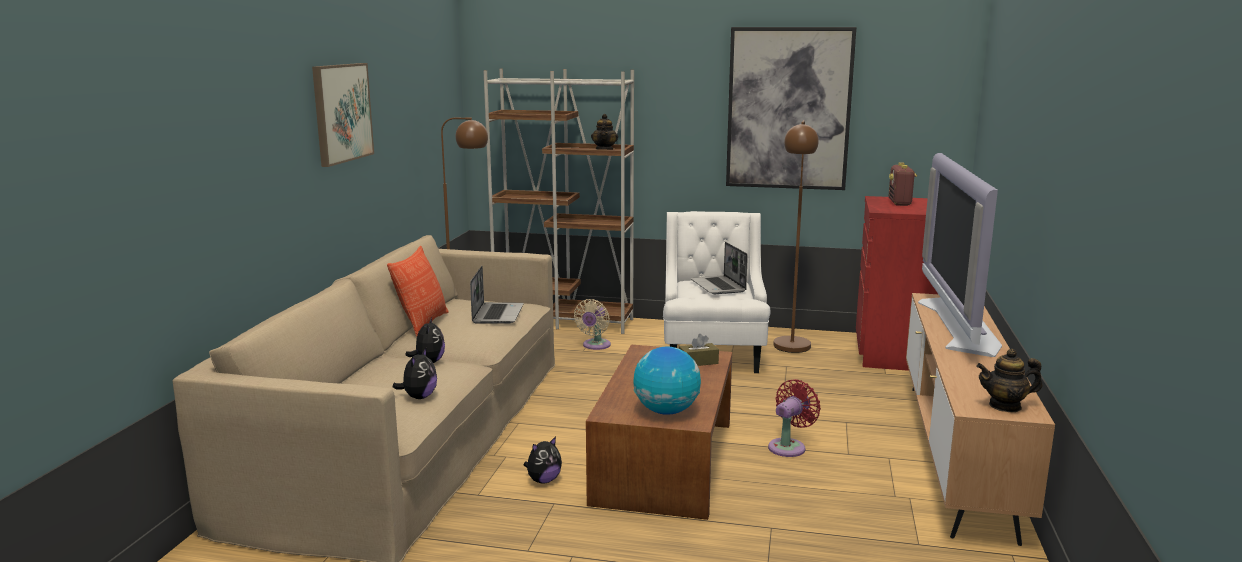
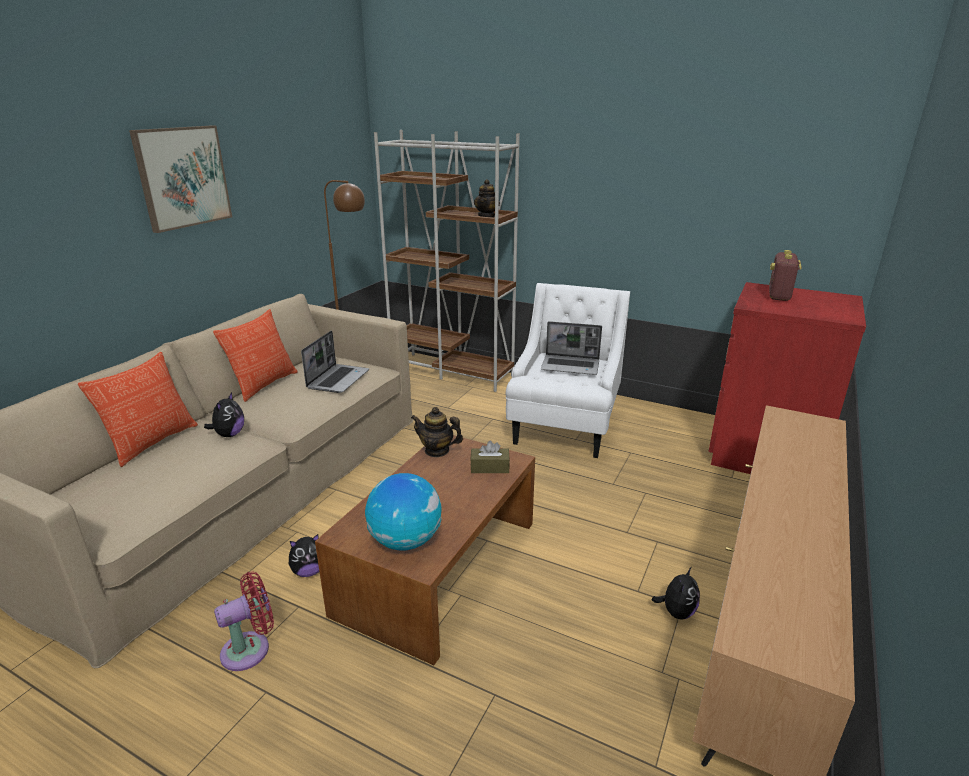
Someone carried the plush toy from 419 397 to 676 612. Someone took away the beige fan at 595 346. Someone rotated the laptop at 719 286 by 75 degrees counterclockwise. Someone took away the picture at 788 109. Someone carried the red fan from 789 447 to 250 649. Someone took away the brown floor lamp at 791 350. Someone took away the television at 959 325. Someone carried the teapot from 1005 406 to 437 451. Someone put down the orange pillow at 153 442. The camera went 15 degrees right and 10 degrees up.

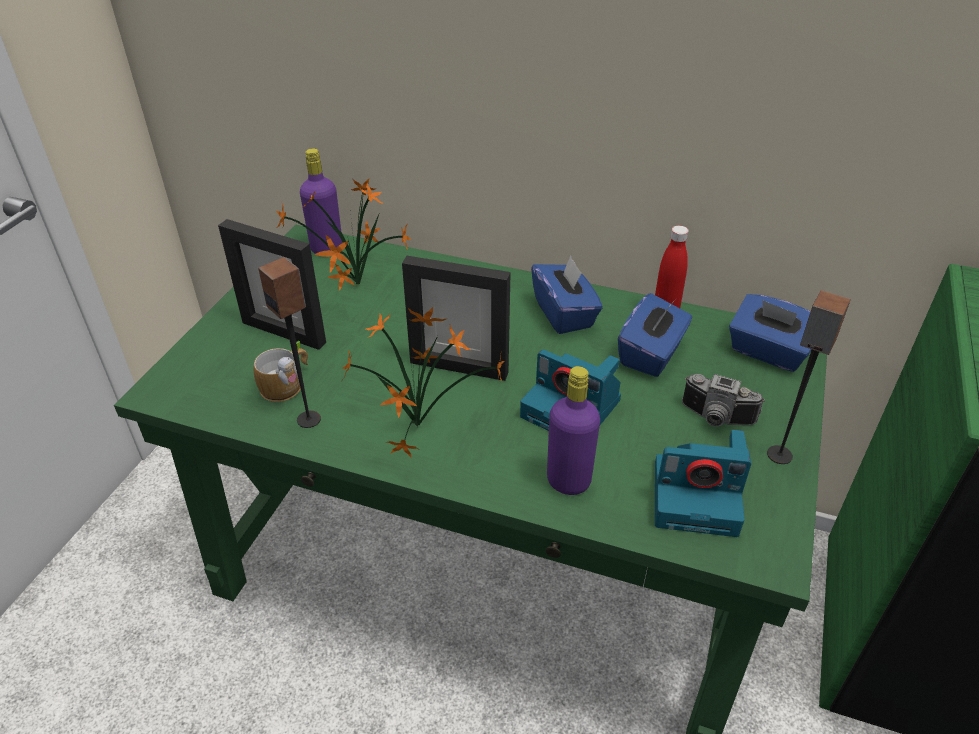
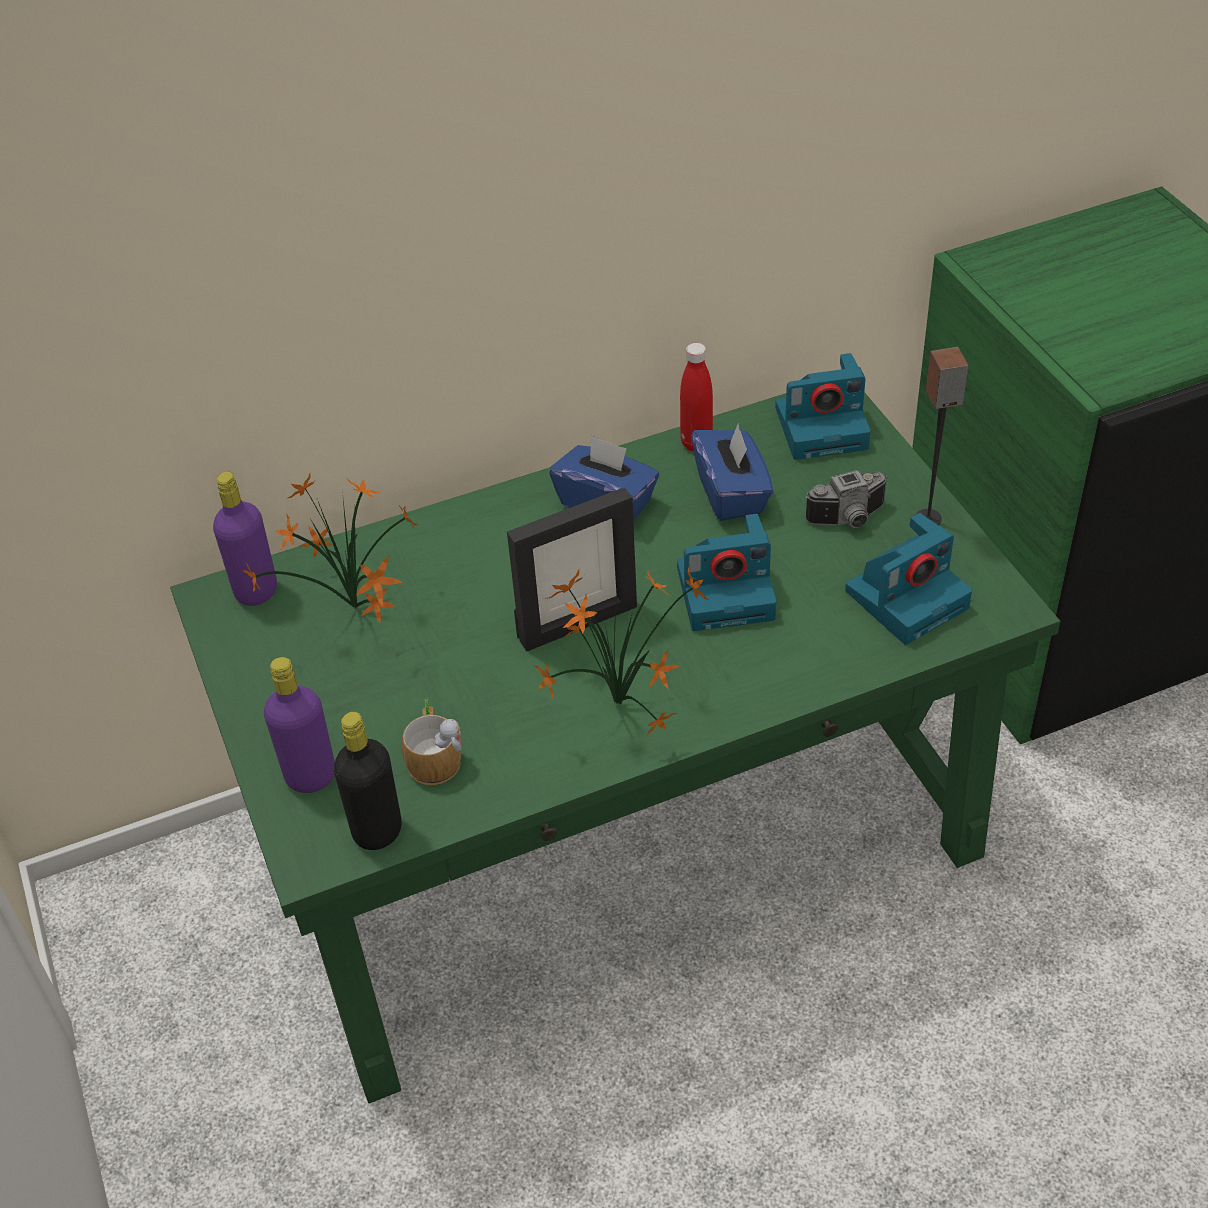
Someone took away the picture frame at 285 331. Someone took away the speaker at 309 419. Someone carried the purple bottle from 568 481 to 311 776. Someone swapped the blue tissue box at 768 352 for the photo camera at 823 427. Someone put down the black bottle at 377 831. The camera went 40 degrees left and 5 degrees up.

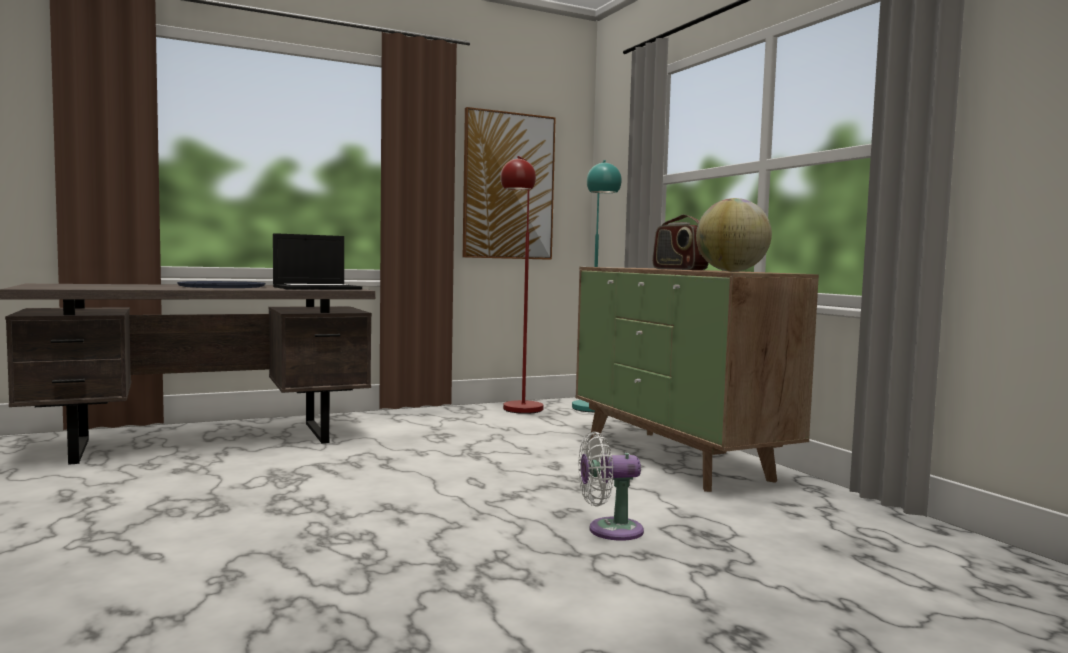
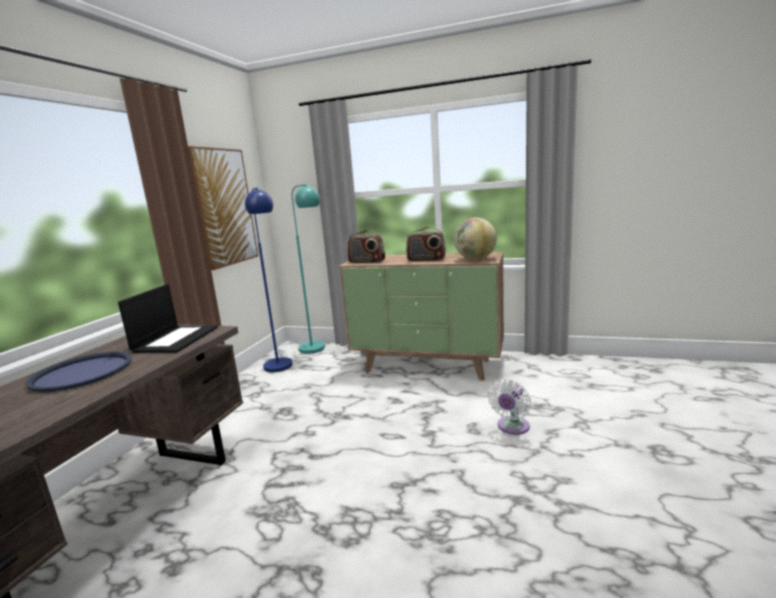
Someone repainted the red floor lamp at 519 412, which became the blue floor lamp at 281 369. Someone put down the radio at 366 262. The camera went 45 degrees left and 10 degrees up.

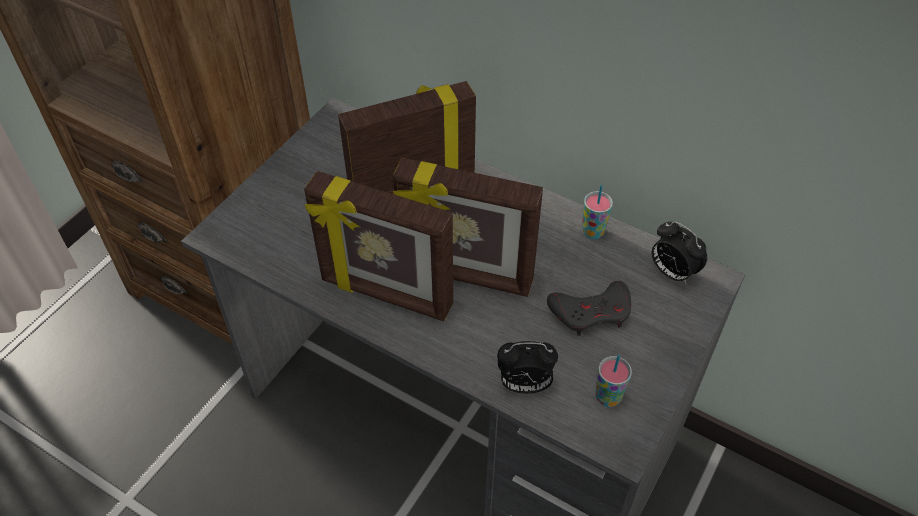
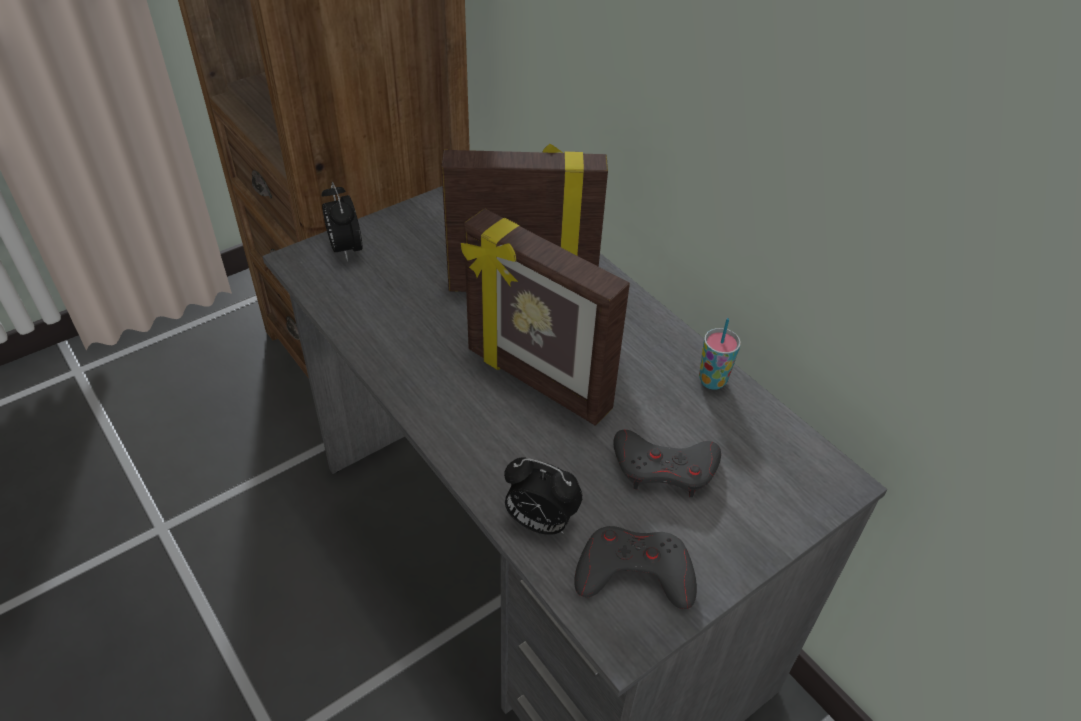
Someone took away the picture frame at 386 294. Someone swapped the cup at 608 397 for the grey game controller at 634 573. Someone carried the alarm clock from 672 272 to 345 249. The camera went 20 degrees right and 5 degrees down.

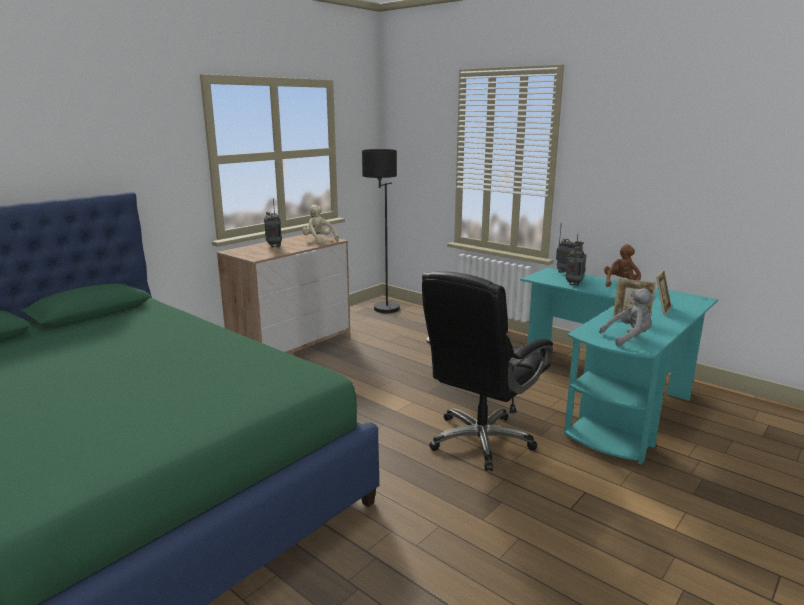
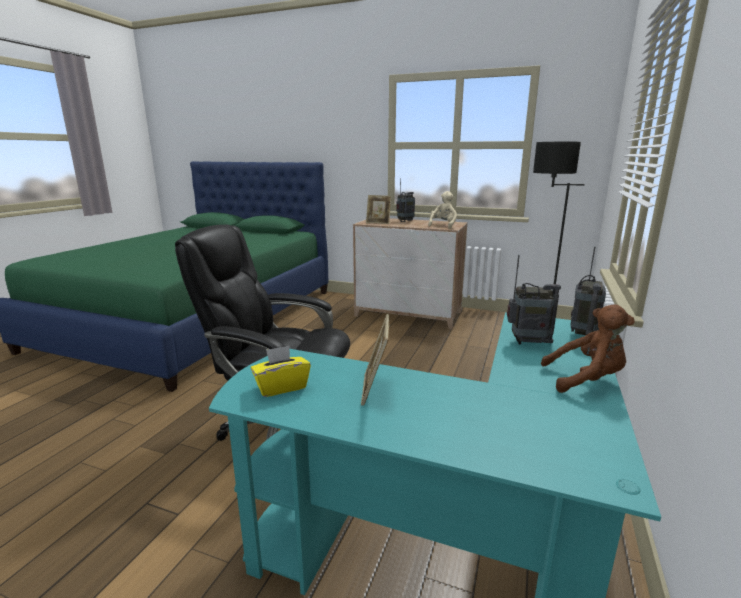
Someone swapped the grey plush toy at 628 338 for the yellow tissue box at 281 387. Someone carried the picture frame from 661 310 to 378 223. The camera went 70 degrees right and 0 degrees up.

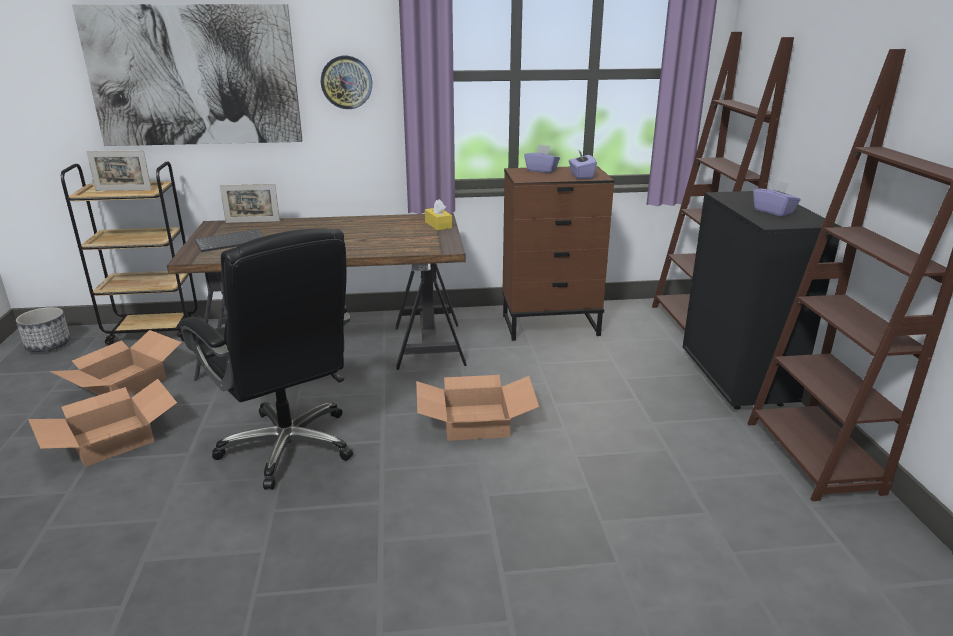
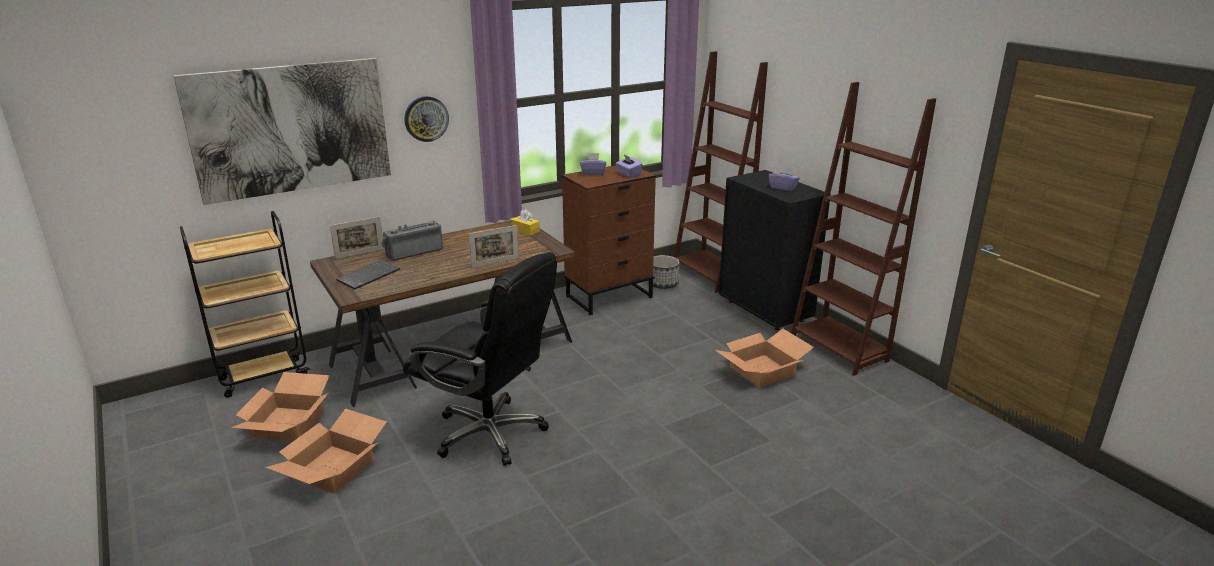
Someone carried the planter from 48 345 to 662 284. Someone carried the picture frame from 123 190 to 495 263. Someone carried the cardboard box from 474 422 to 762 371. Someone put down the radio at 413 252. The camera went 25 degrees left and 0 degrees up.

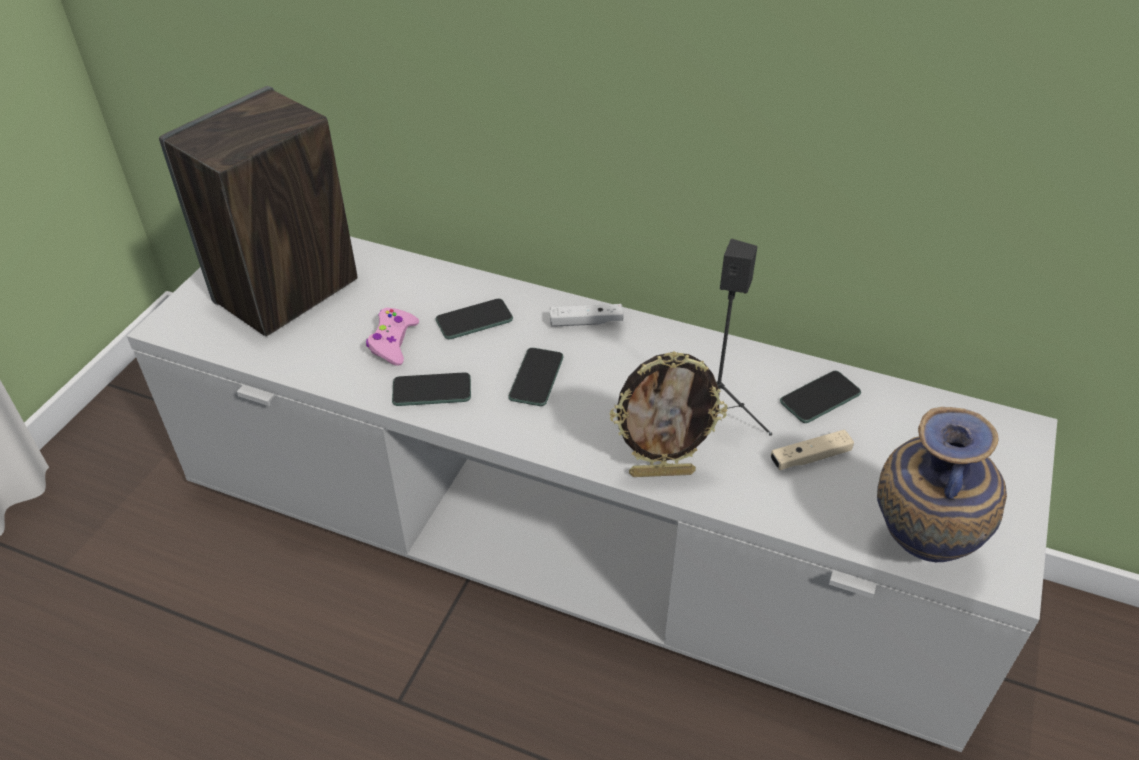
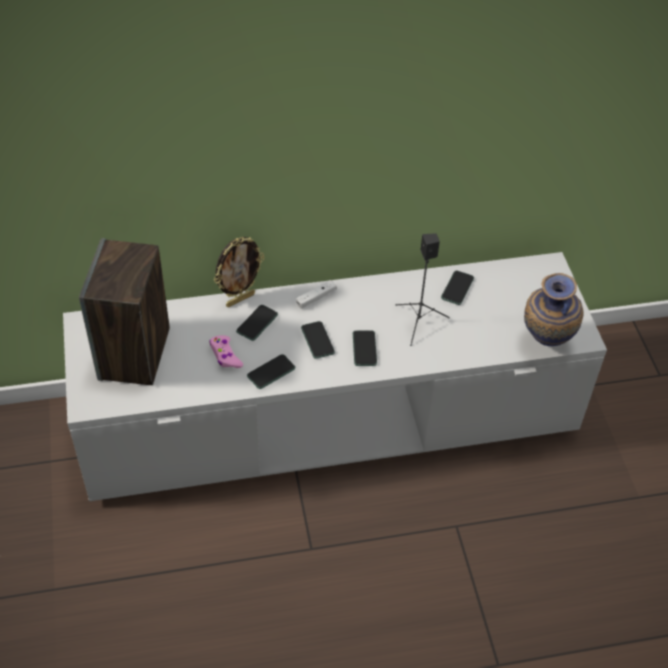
Someone carried the picture frame from 662 472 to 240 299. Someone took away the beige game controller at 810 457. Someone put down the phone at 364 349. The camera went 35 degrees left and 5 degrees up.

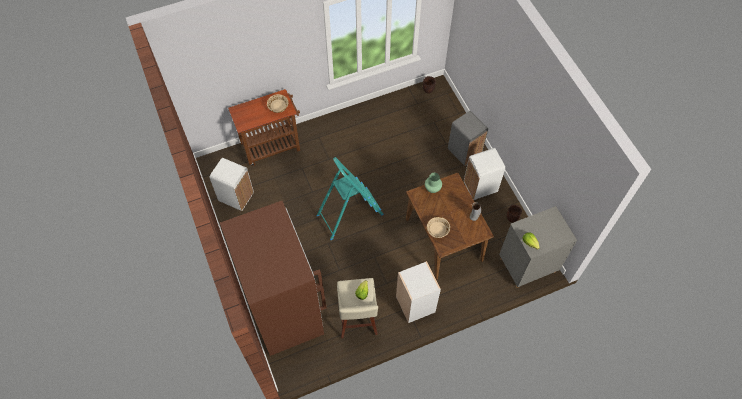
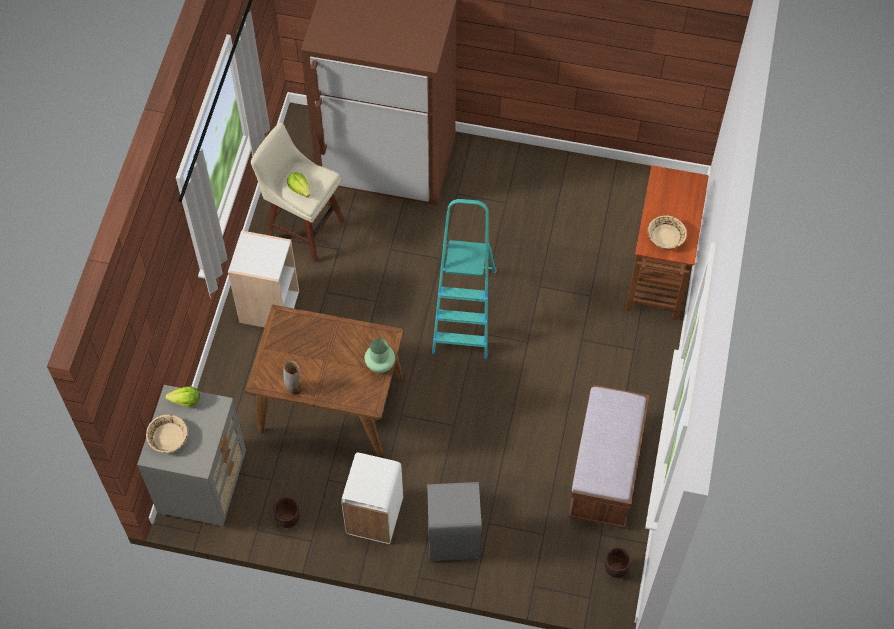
Someone took away the white trash can at 236 196. Someone carried the beige bowl from 437 229 to 168 438. Someone put down the brown bench at 605 472. The camera went 125 degrees right and 0 degrees up.

